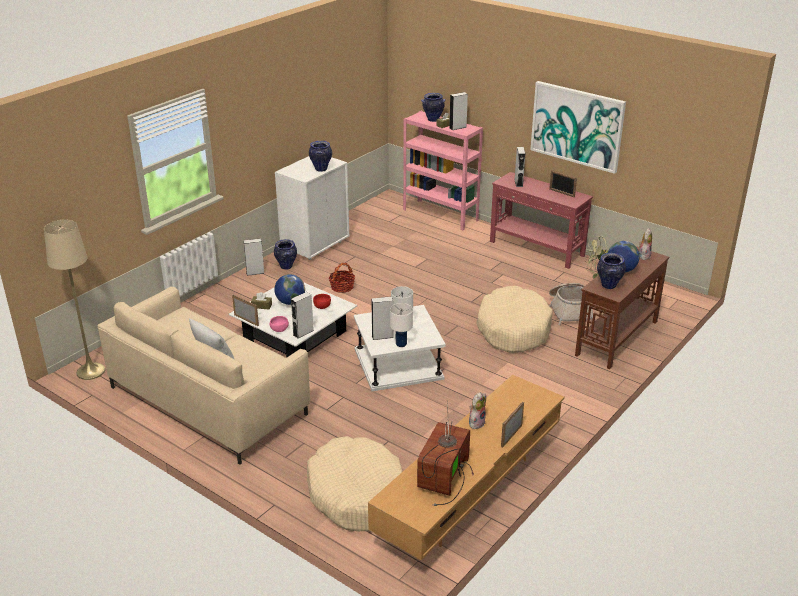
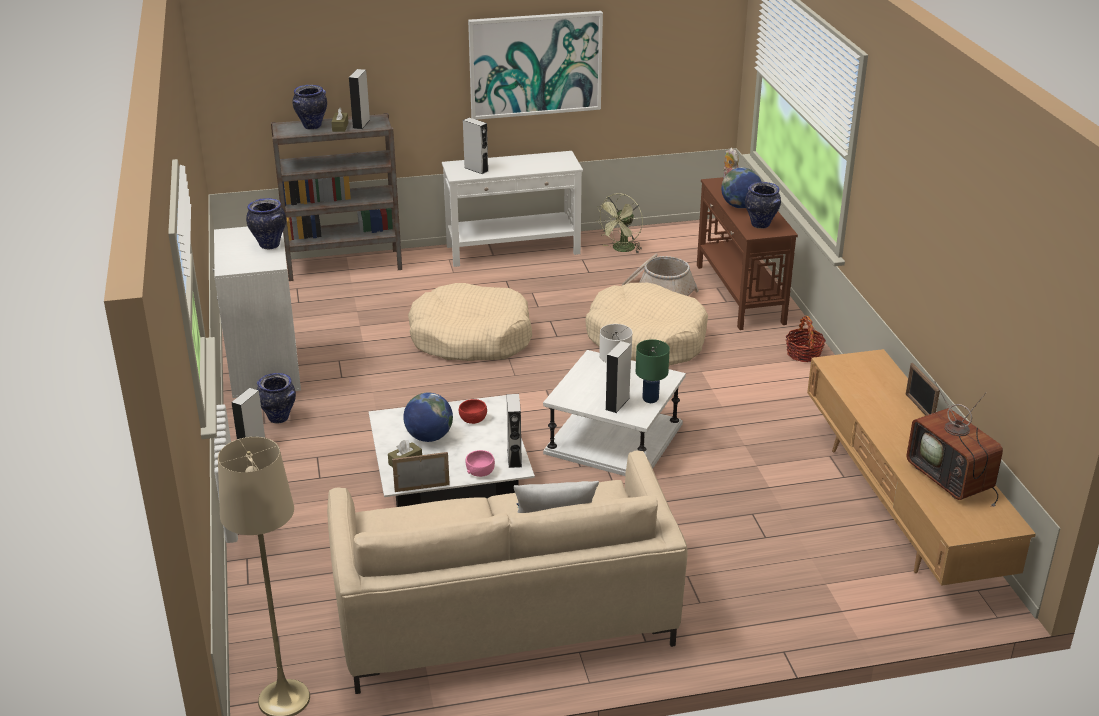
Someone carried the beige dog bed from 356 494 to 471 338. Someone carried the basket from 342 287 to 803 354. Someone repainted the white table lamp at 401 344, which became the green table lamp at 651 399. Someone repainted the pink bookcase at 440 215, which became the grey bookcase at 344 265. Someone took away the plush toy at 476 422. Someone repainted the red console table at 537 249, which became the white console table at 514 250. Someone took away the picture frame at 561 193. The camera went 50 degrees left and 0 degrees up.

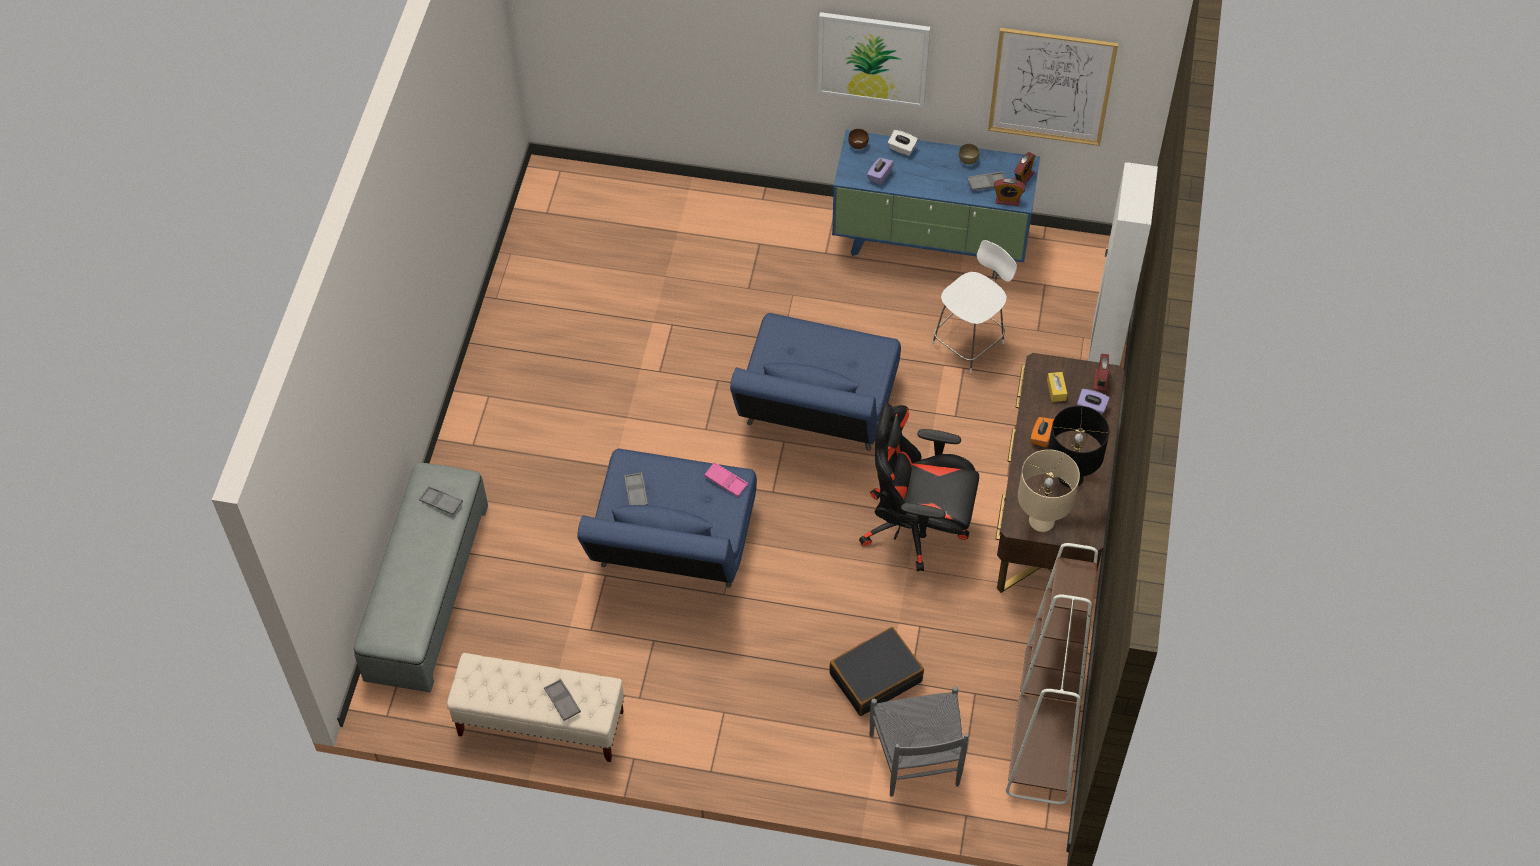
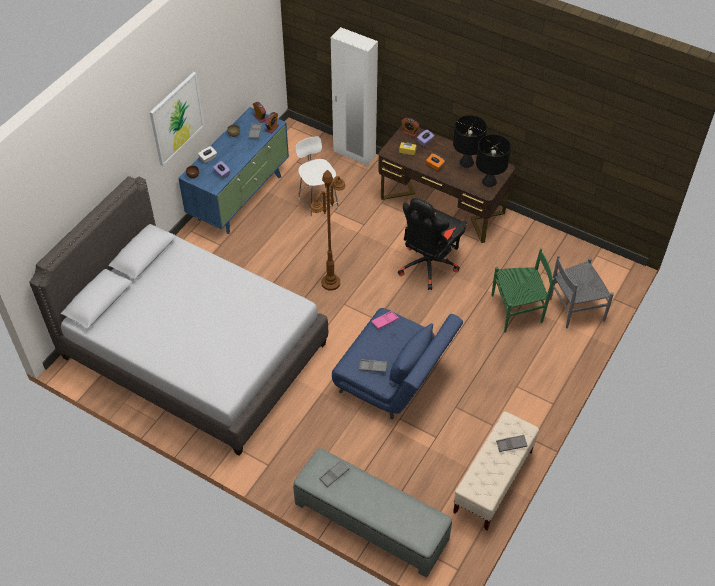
Someone swapped the blue armchair at 816 411 for the brown floor lamp at 330 283. Someone swapped the black suitcase at 875 677 for the green chair at 517 310. Someone rotated the grey chair at 917 760 by 150 degrees clockwise. Someone took away the picture at 1051 86. Someone took away the brown clothes rack at 1045 730. Someone repainted the beige table lamp at 1041 522, which became the black table lamp at 489 183. Someone put down the grey bed at 194 351. The camera went 70 degrees left and 5 degrees down.

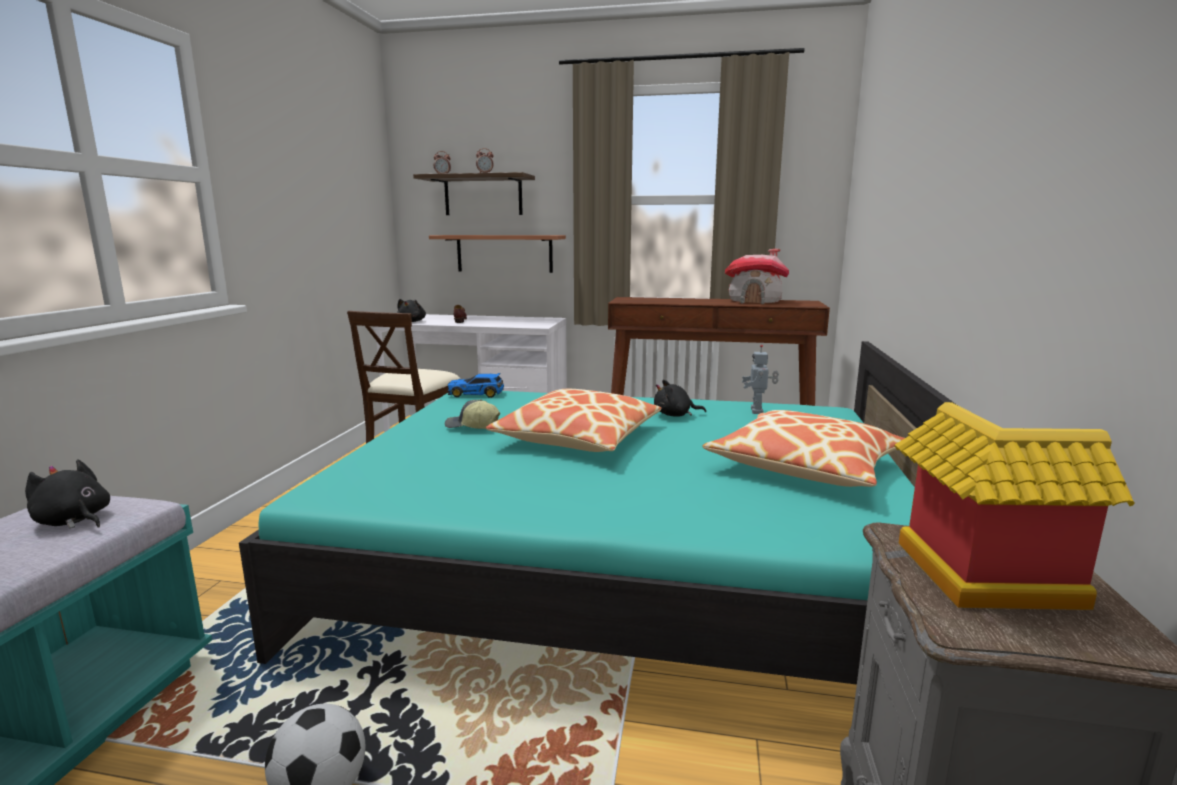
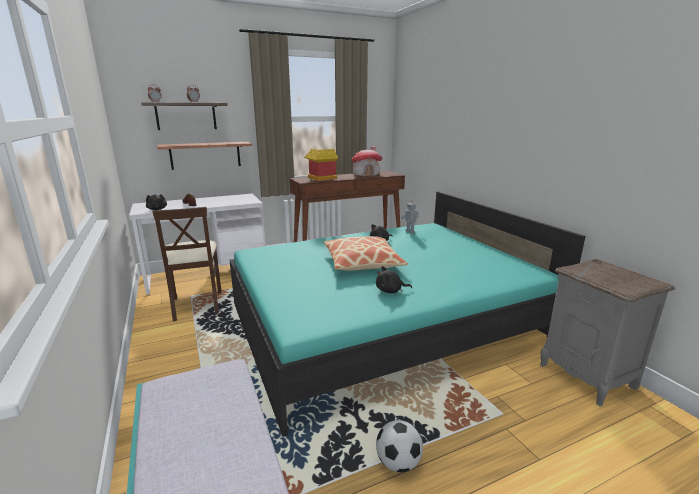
Someone carried the black plush toy from 74 521 to 390 291. Someone took away the cap at 472 427. Someone took away the toy car at 477 394. Someone took away the pillow at 805 466. Someone carried the toy house from 974 579 to 320 178. The camera went 35 degrees left and 5 degrees up.

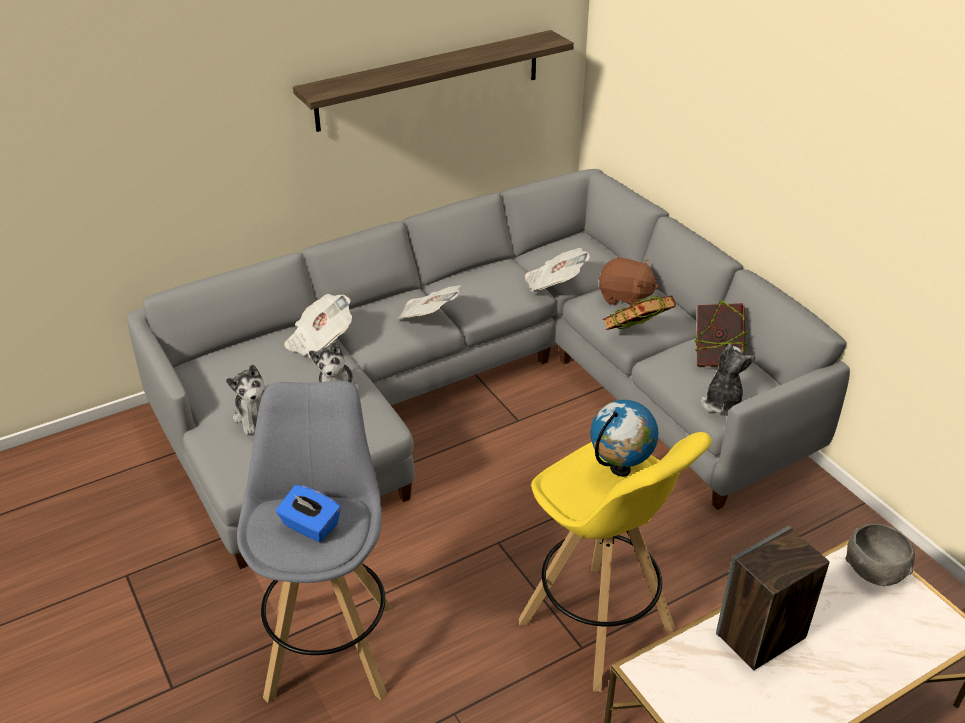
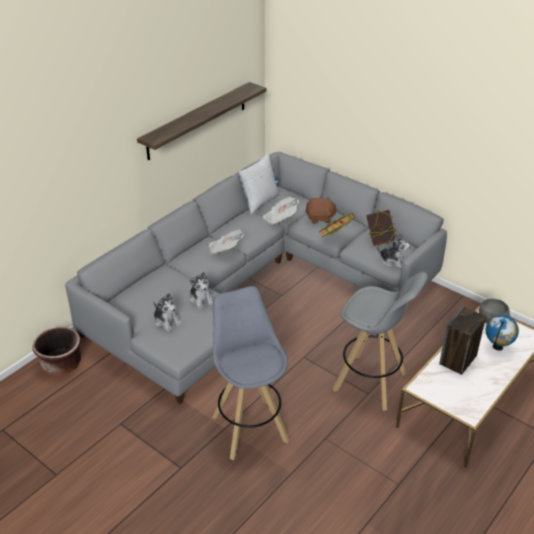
Someone took away the blue tissue box at 310 526. Someone took away the newspaper at 319 340. Someone repainted the yellow stool at 599 628, which became the grey stool at 371 383. Someone carried the globe from 620 469 to 497 347. Someone rotated the plush toy at 722 403 by 120 degrees clockwise. Someone put down the brown planter at 61 364. Someone put down the grey pillow at 259 202. The camera went 20 degrees left and 0 degrees up.

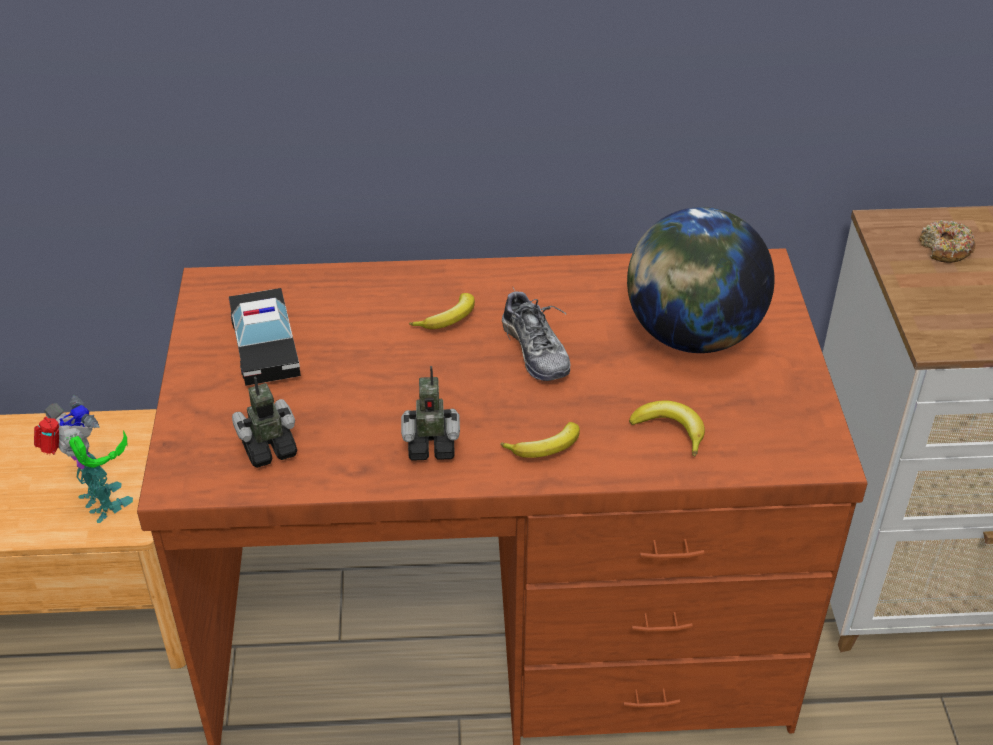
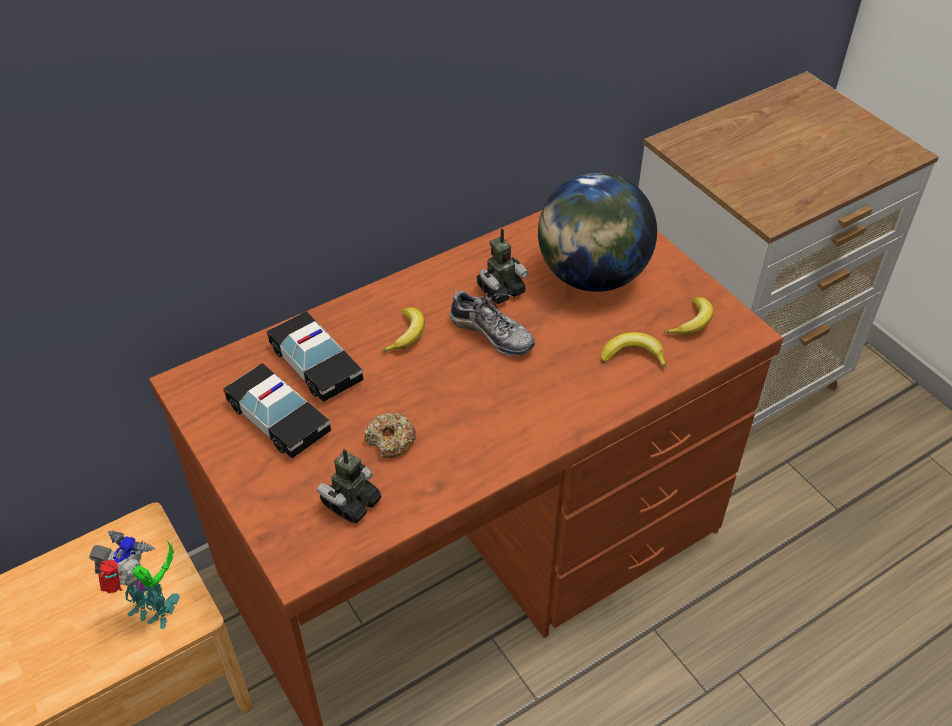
Someone carried the toy robot from 431 445 to 500 290. Someone carried the banana from 545 448 to 692 322. Someone carried the donut from 945 249 to 391 441. Someone put down the toy car at 316 365. The camera went 30 degrees left and 5 degrees up.

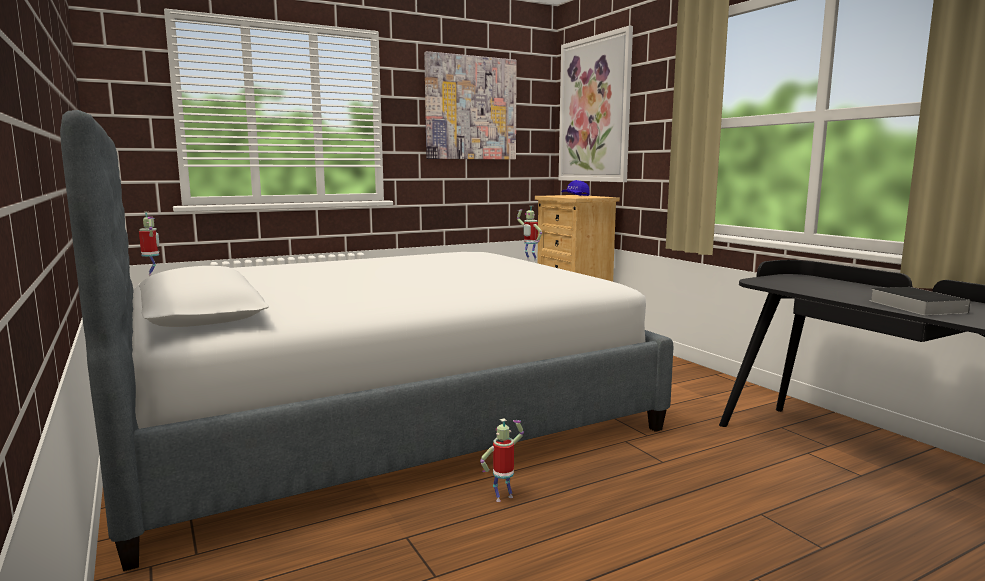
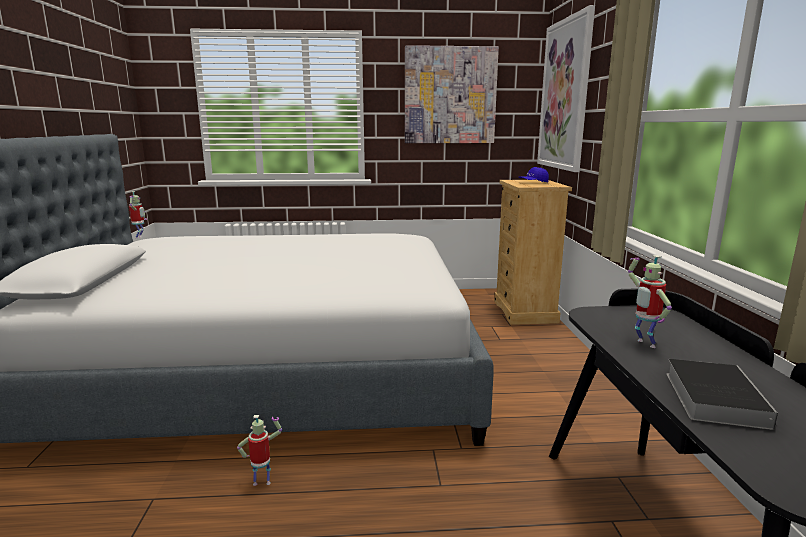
Someone carried the toy robot from 530 260 to 643 344. The camera went 25 degrees right and 5 degrees up.

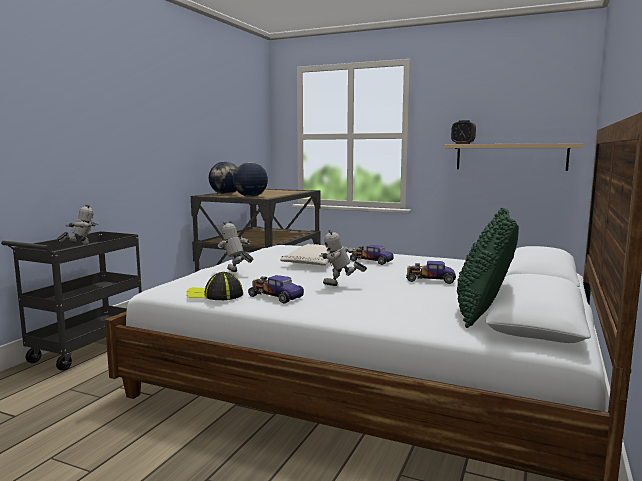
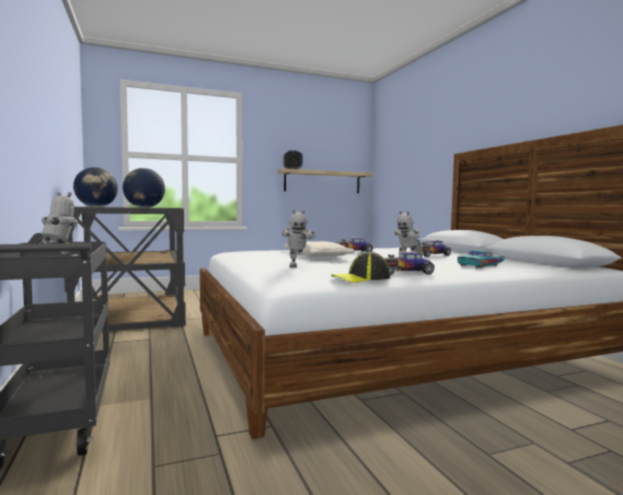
Someone rotated the toy robot at 236 273 by 90 degrees counterclockwise. Someone took away the green pillow at 482 313. Someone put down the turquoise toy car at 482 265. The camera went 45 degrees left and 5 degrees down.

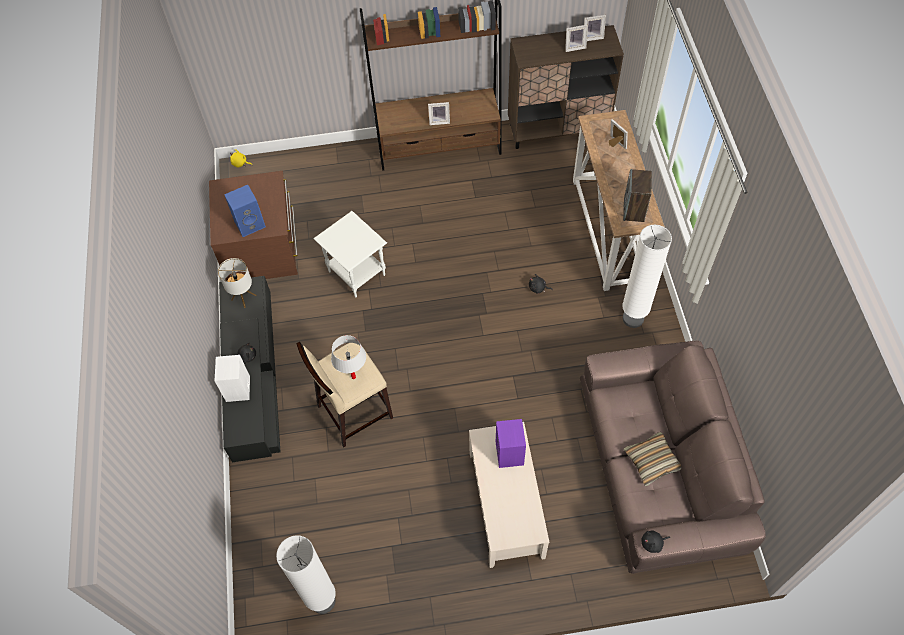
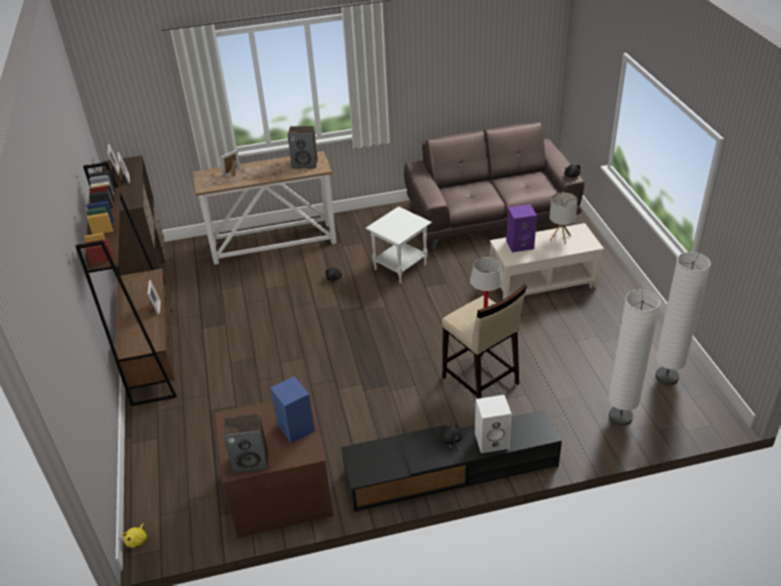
Someone carried the table lamp from 243 297 to 560 238. Someone carried the white side table from 357 273 to 401 267. Someone carried the white floor lamp from 633 318 to 620 417. Someone took away the pillow at 652 461. Someone put down the speaker at 251 461. The camera went 95 degrees left and 20 degrees down.

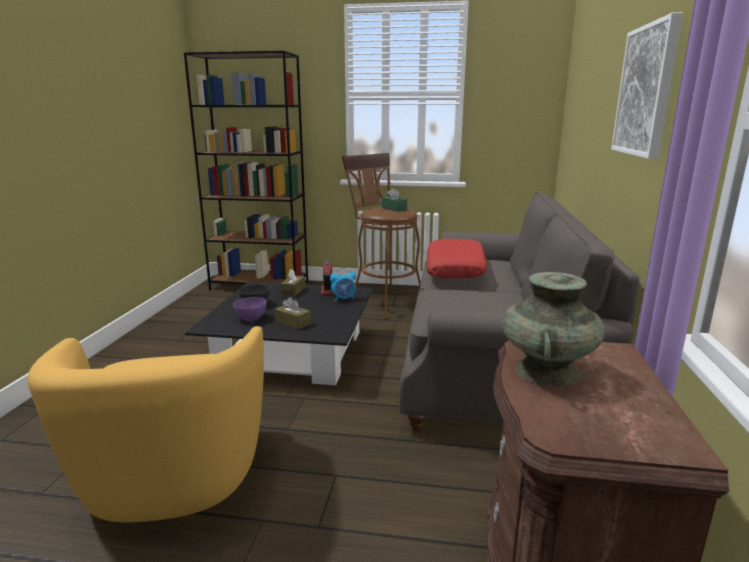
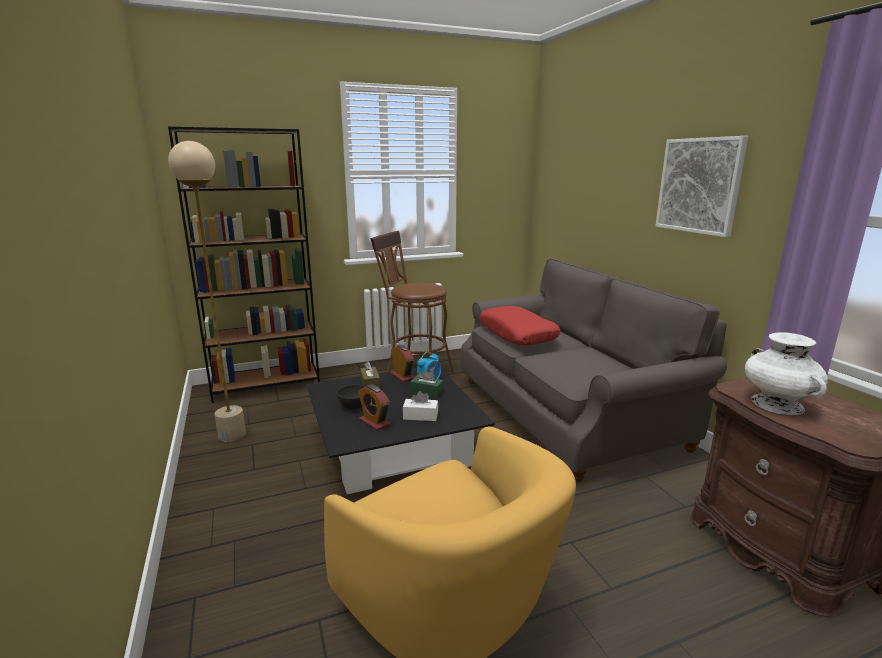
Someone swapped the purple bowl at 251 318 for the alarm clock at 374 422. Someone repainted the brown tissue box at 293 323, which became the white tissue box at 420 416. Someone carried the green tissue box from 394 209 to 426 392. Someone repainted the turquoise vase at 546 371, which became the white vase at 777 404. Someone put down the beige floor lamp at 232 435. The camera went 30 degrees left and 0 degrees up.

